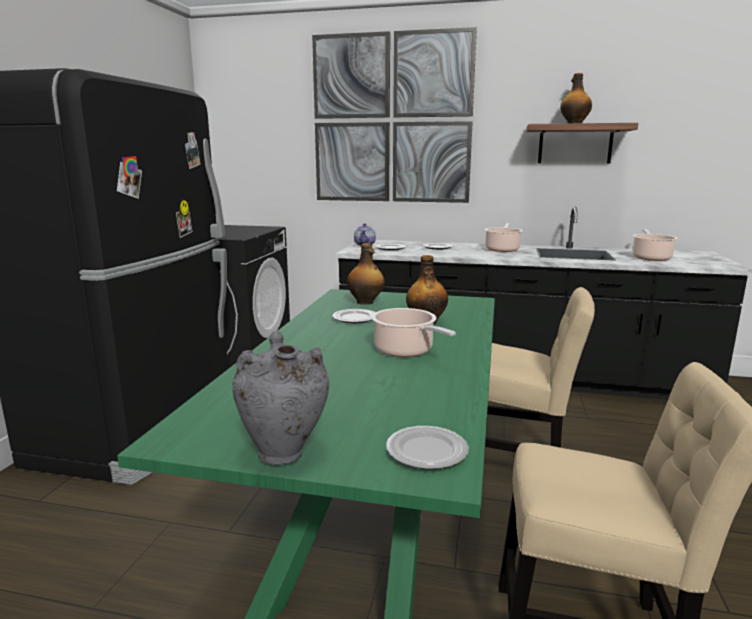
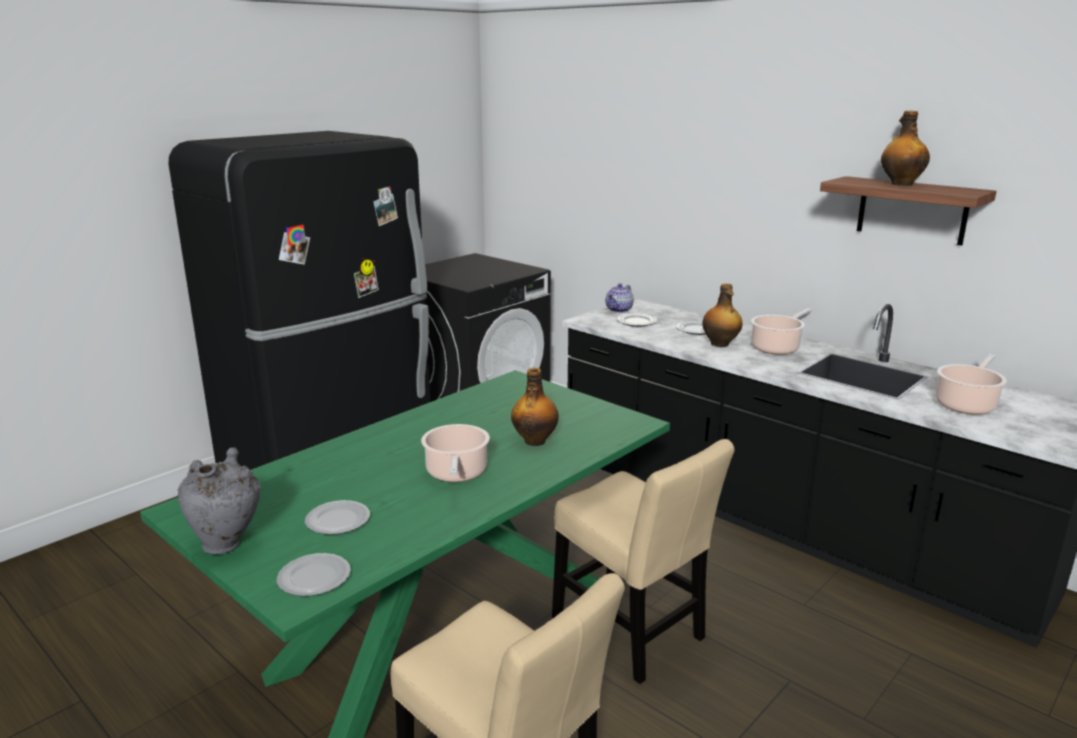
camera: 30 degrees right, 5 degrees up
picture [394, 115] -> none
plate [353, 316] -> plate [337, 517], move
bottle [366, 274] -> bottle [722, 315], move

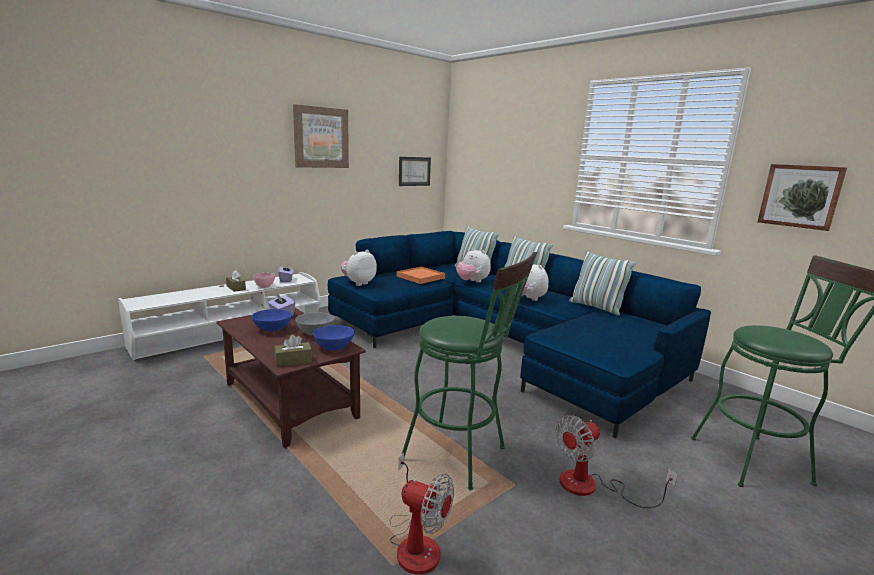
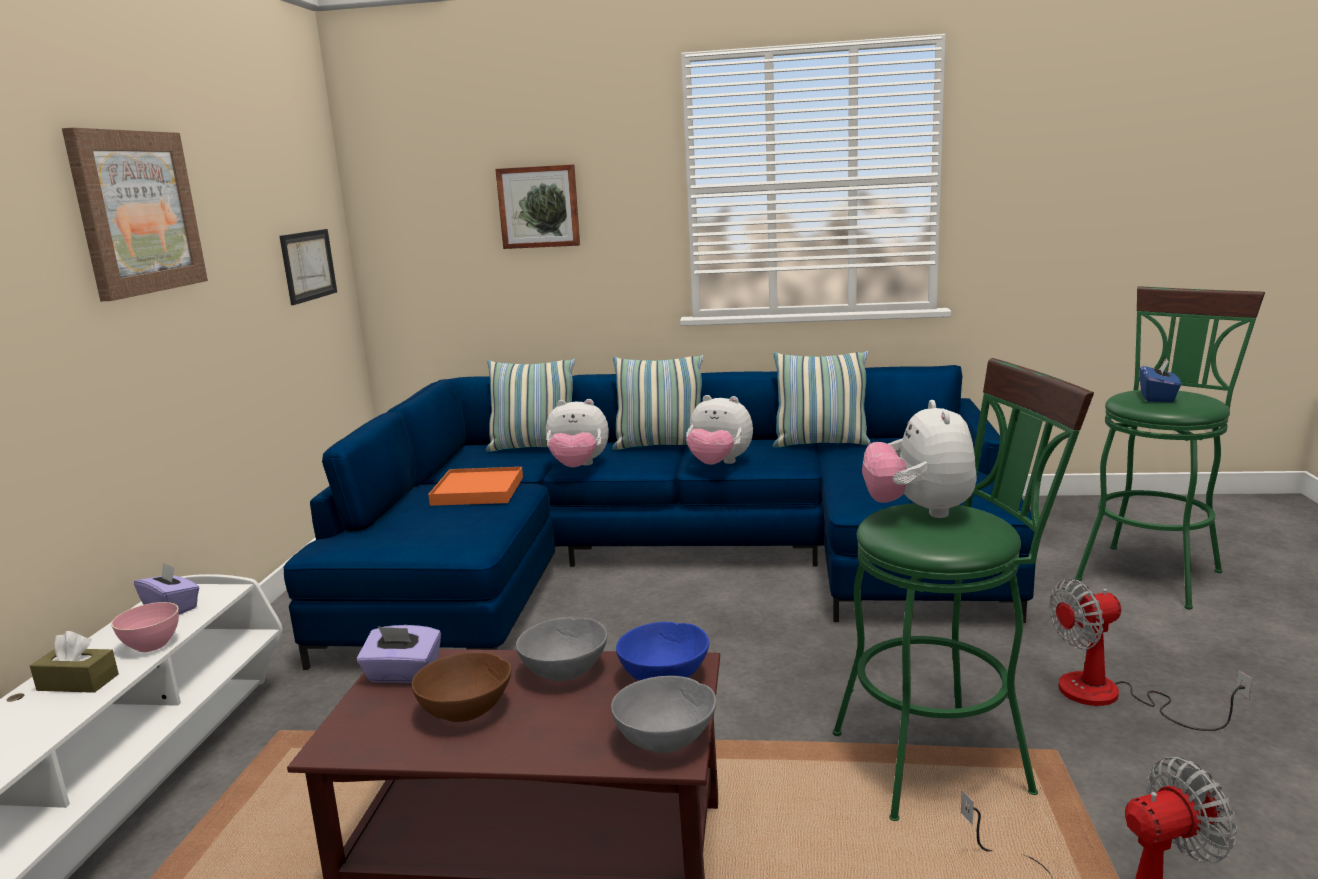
camera: 40 degrees left, 0 degrees up
none -> blue tissue box [1160, 380]
plush toy [358, 268] -> plush toy [919, 459], move
picture [802, 197] -> picture [537, 206], move
brown tissue box [293, 350] -> grey bowl [664, 714]
blue bowl [272, 320] -> brown bowl [461, 687]
fan [617, 461] -> fan [1150, 655], 60 degrees clockwise

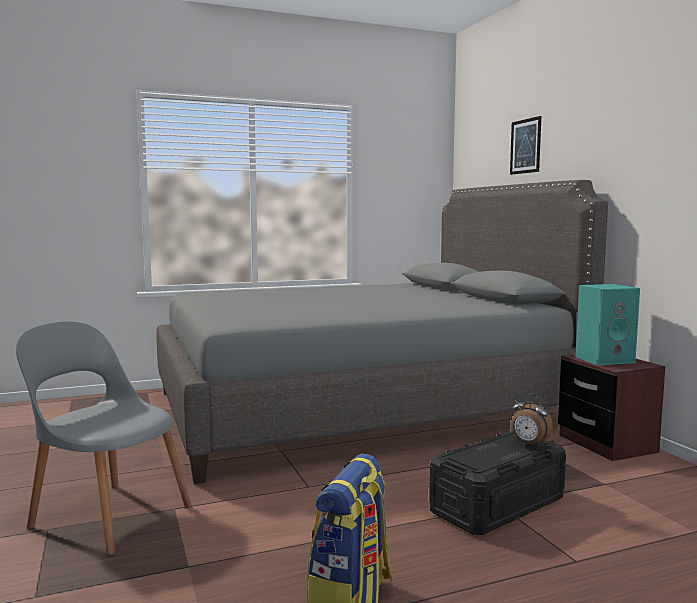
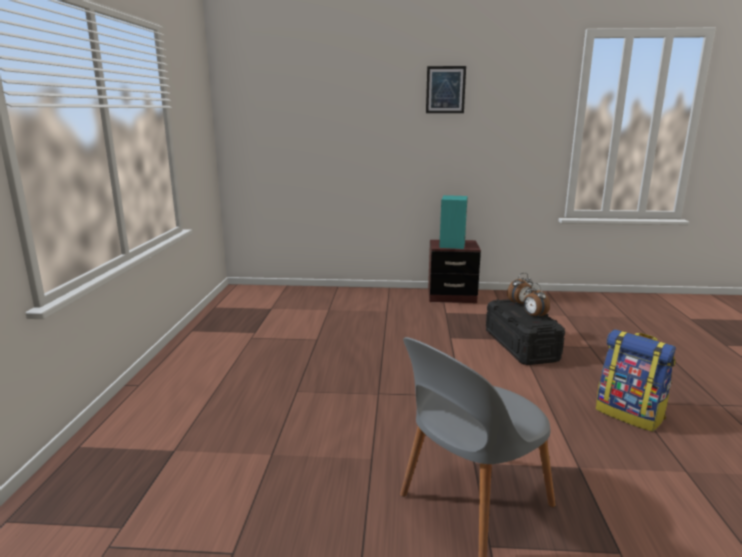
camera: 65 degrees left, 10 degrees up
grey bed [382, 332] -> none
none -> alarm clock [537, 301]
picture [525, 145] -> picture [446, 89], move

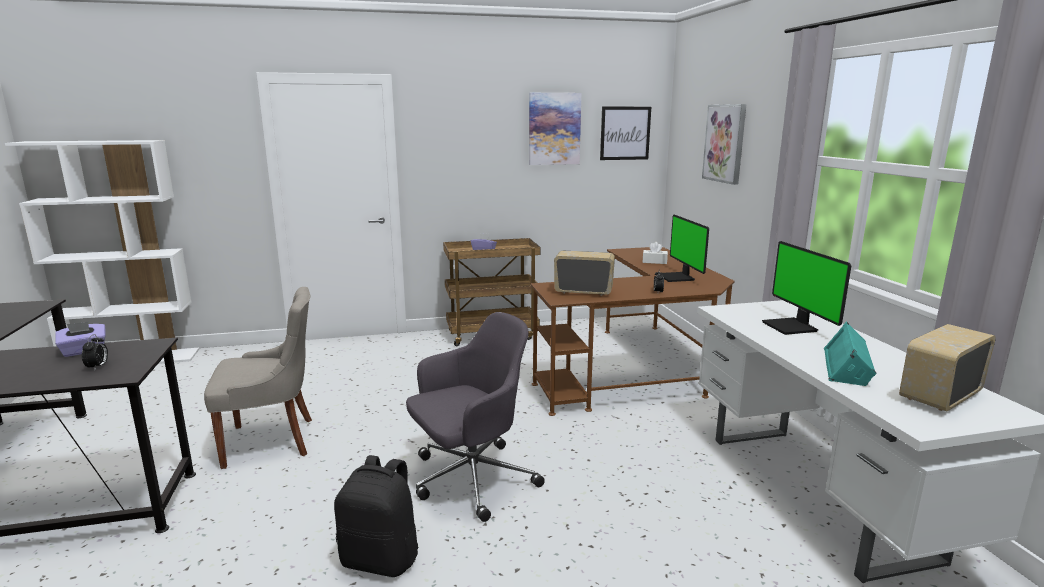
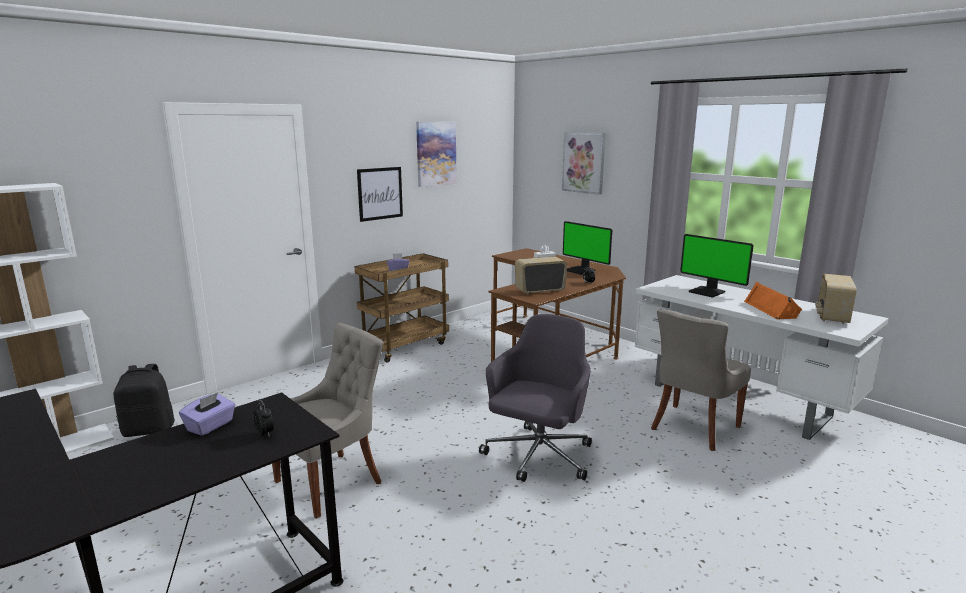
camera: 30 degrees left, 0 degrees up
none -> grey chair [701, 380]
black backpack [376, 516] -> black backpack [144, 400], move
picture [625, 133] -> picture [380, 194], move
turquoise speaker [850, 353] -> orange speaker [773, 301]

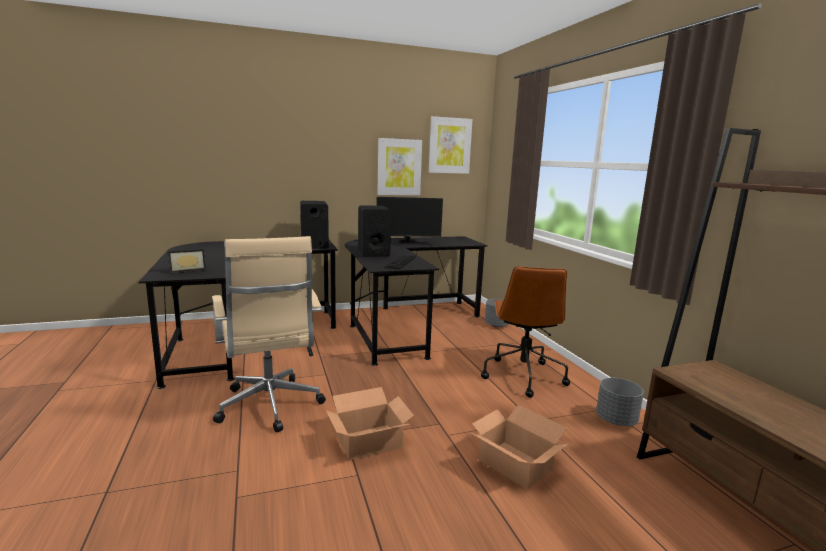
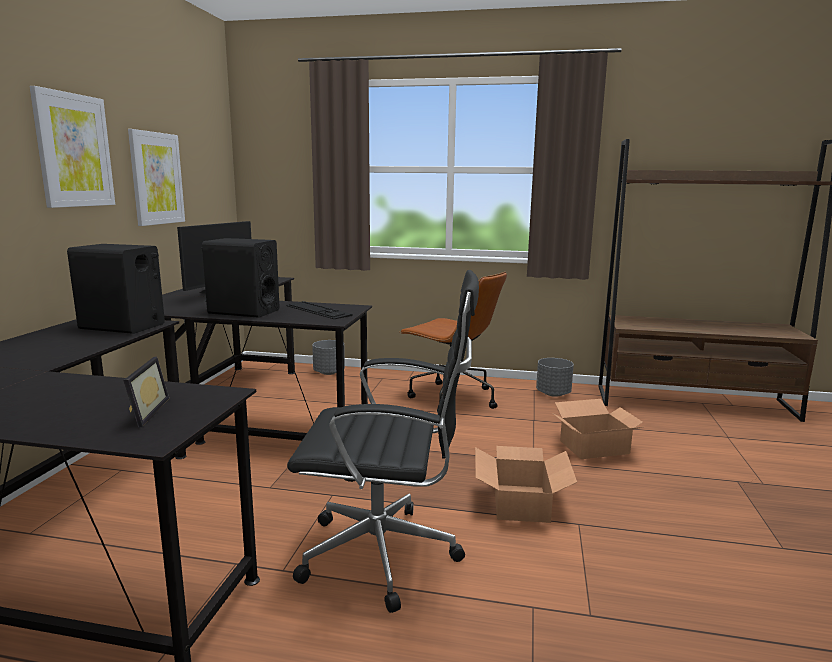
camera: 60 degrees left, 0 degrees up
picture [451, 145] -> picture [72, 147], move
beige office chair [269, 334] -> black office chair [383, 441]

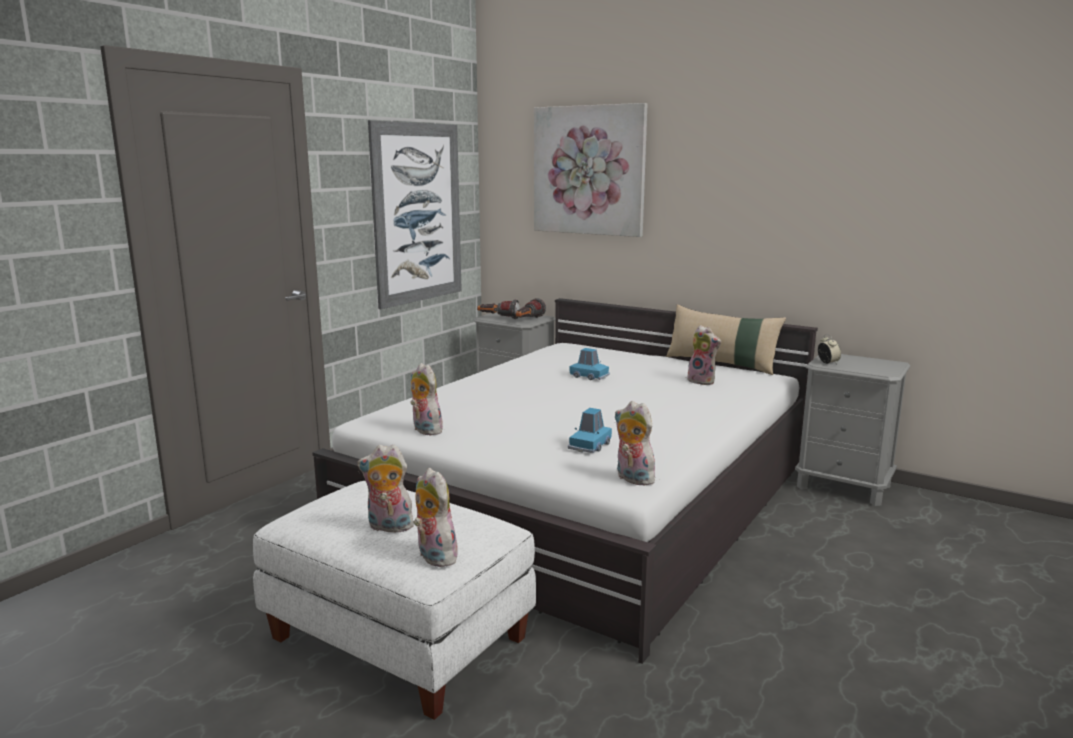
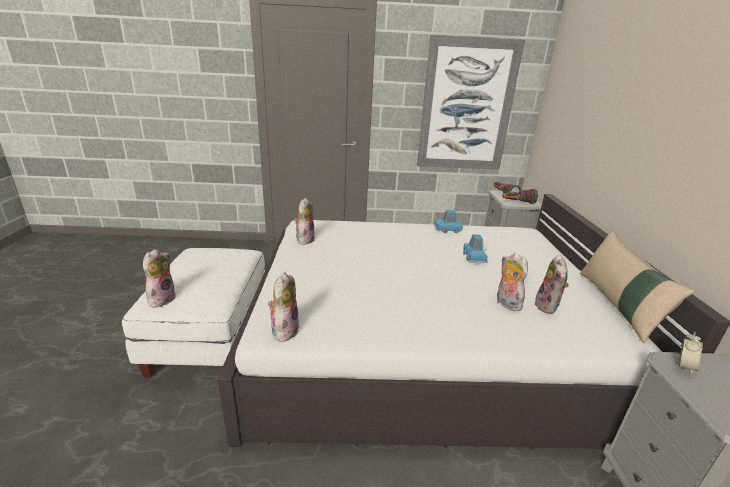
camera: 55 degrees right, 10 degrees up
picture [590, 170] -> none
plush toy [386, 489] -> plush toy [512, 281], move
blue toy car [590, 430] -> blue toy car [448, 221], move

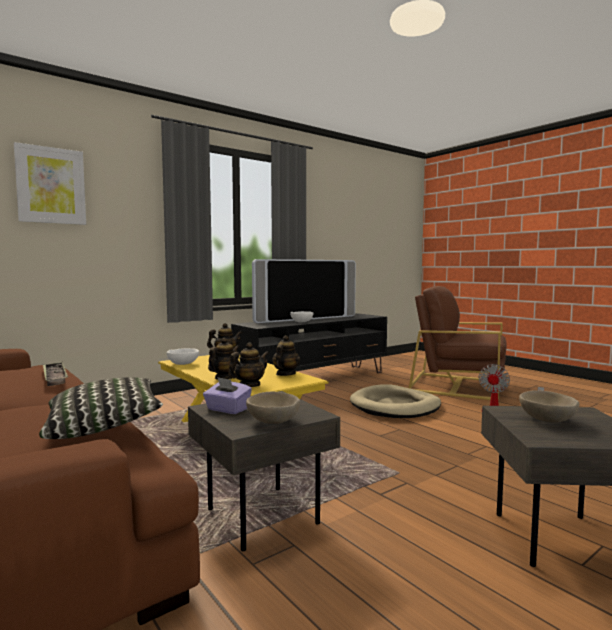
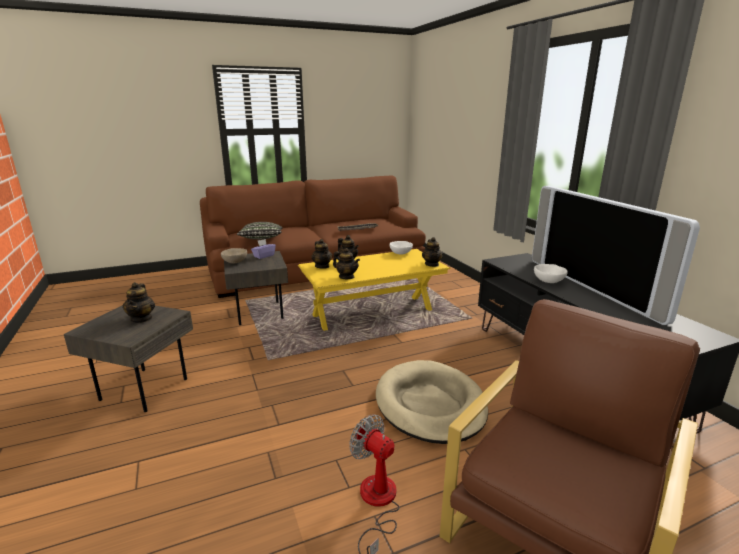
camera: 105 degrees right, 15 degrees up
picture [50, 183] -> none
beige bowl [549, 406] -> teapot [139, 302]

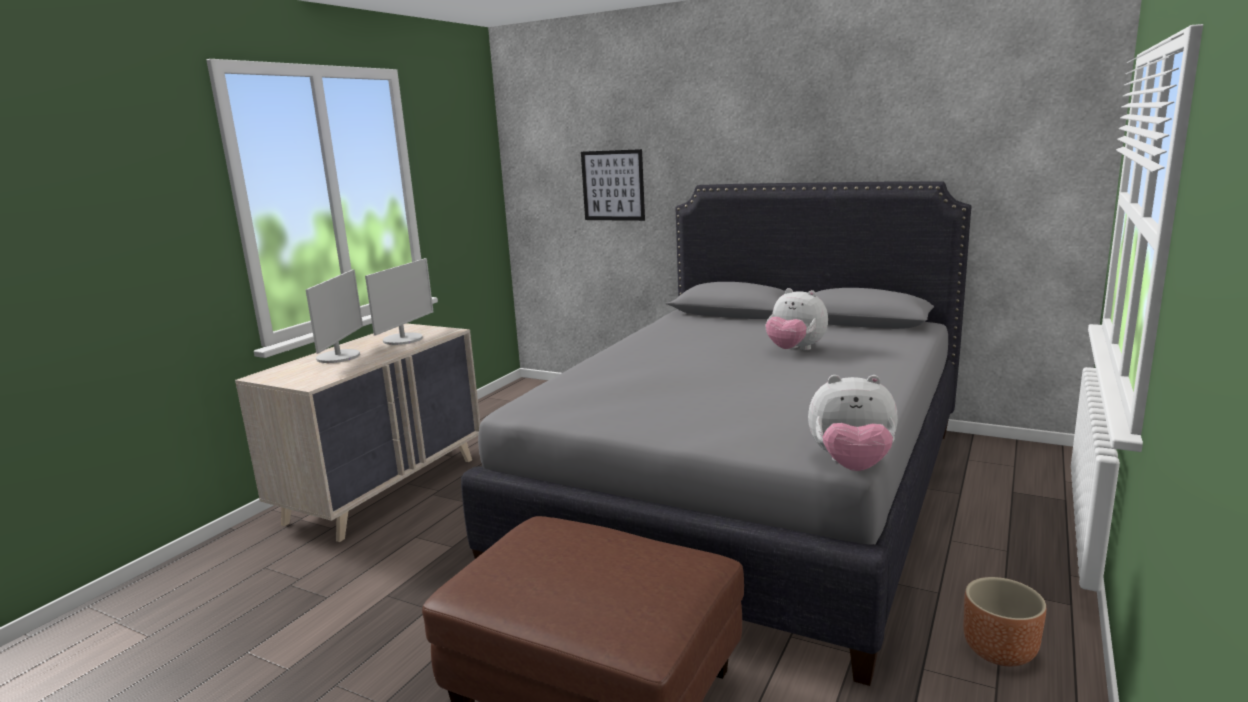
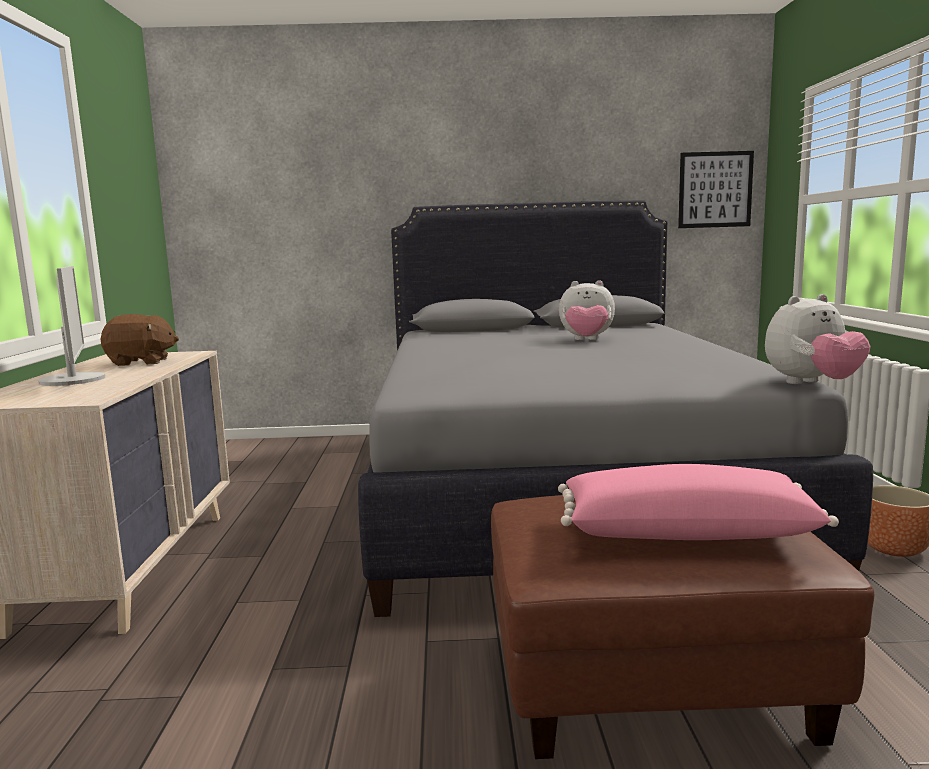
camera: 30 degrees left, 5 degrees down
none -> pink pillow [698, 502]
picture [613, 185] -> picture [716, 189], move
monitor [399, 301] -> brown plush toy [139, 340]

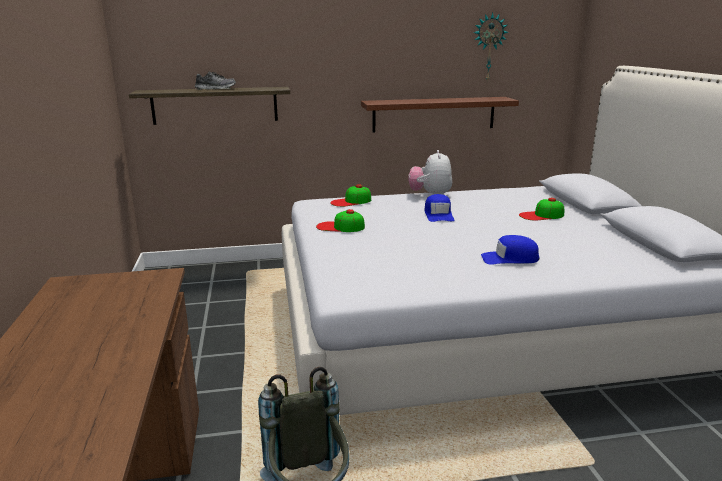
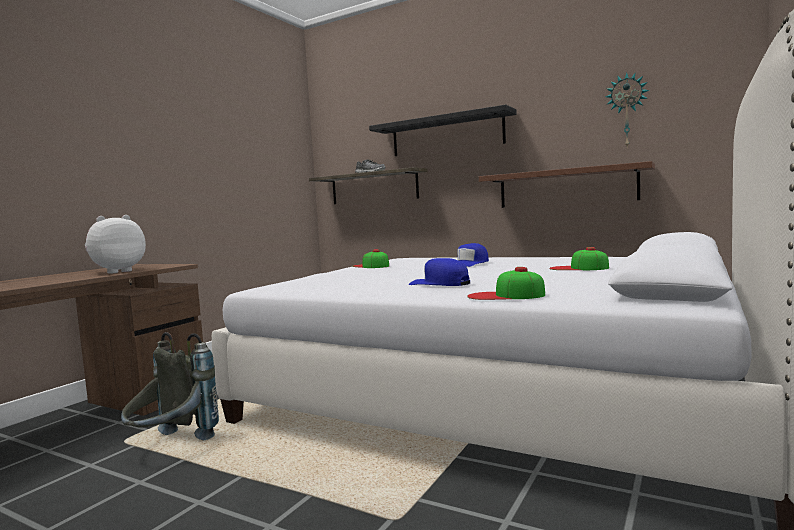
camera: 40 degrees right, 15 degrees down
none -> black shelf [443, 130]
cap [350, 195] -> cap [506, 283], move
plush toy [430, 172] -> plush toy [115, 244], move

